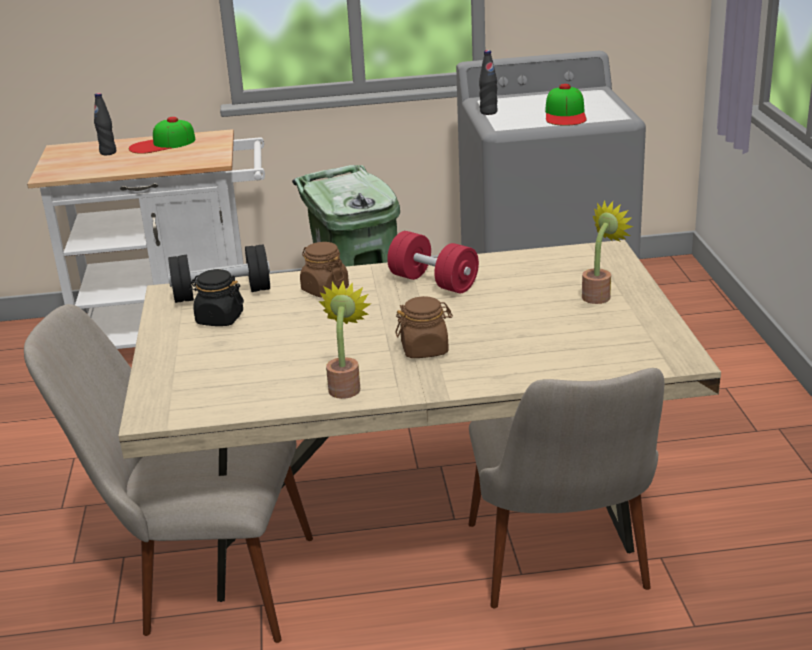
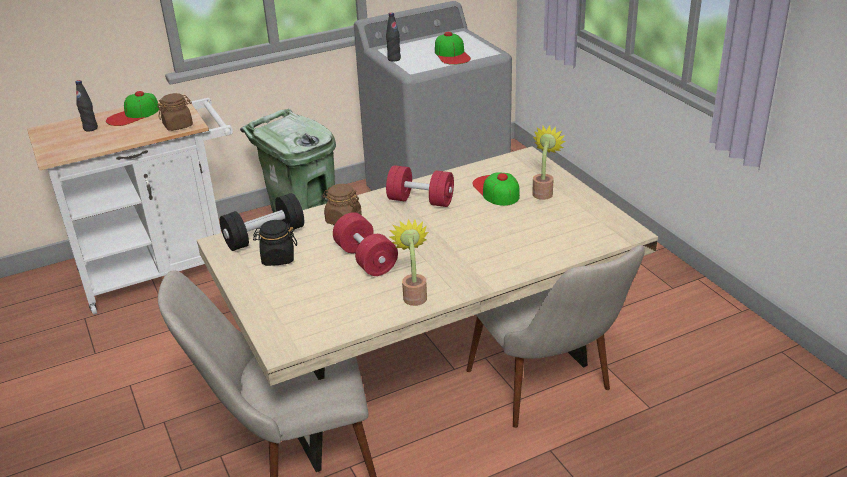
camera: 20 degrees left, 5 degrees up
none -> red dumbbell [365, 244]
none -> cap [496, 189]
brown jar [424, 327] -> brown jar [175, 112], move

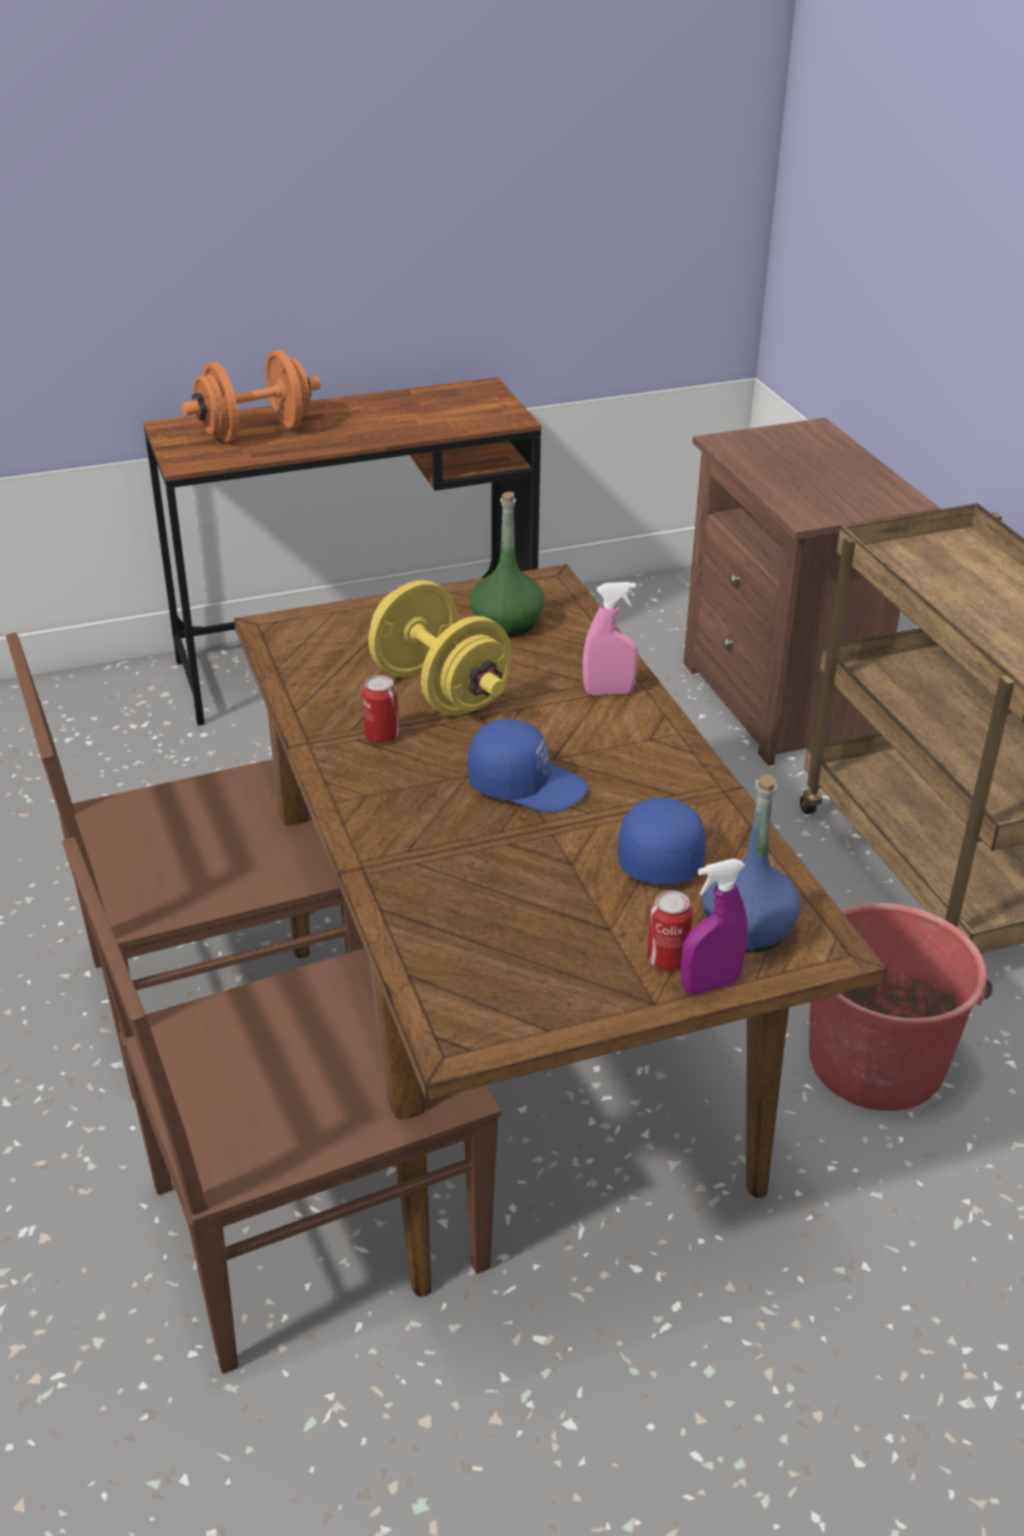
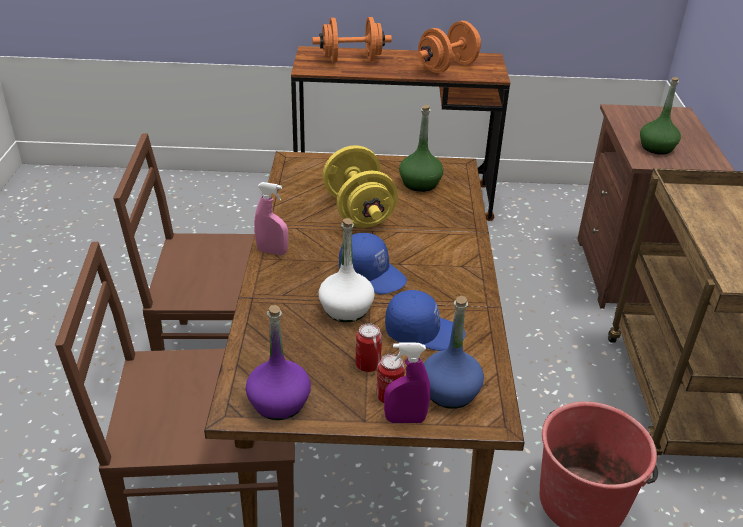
camera: 20 degrees right, 0 degrees up
none -> purple bottle [278, 362]
none -> white bottle [347, 270]
none -> orange dumbbell [449, 47]
none -> green bottle [660, 116]
can [380, 709] -> can [368, 347], move
pink spray bottle [611, 638] -> pink spray bottle [271, 218], move
blue cap [662, 841] -> blue cap [425, 320], 75 degrees clockwise

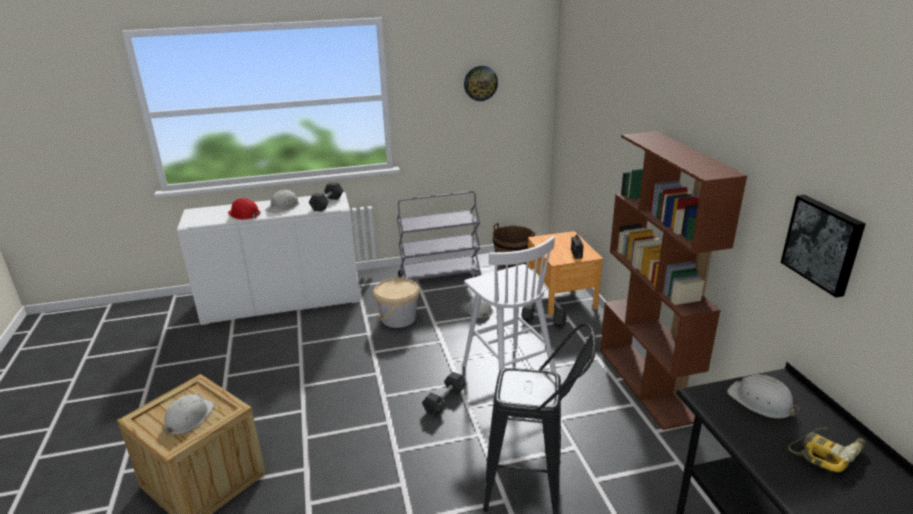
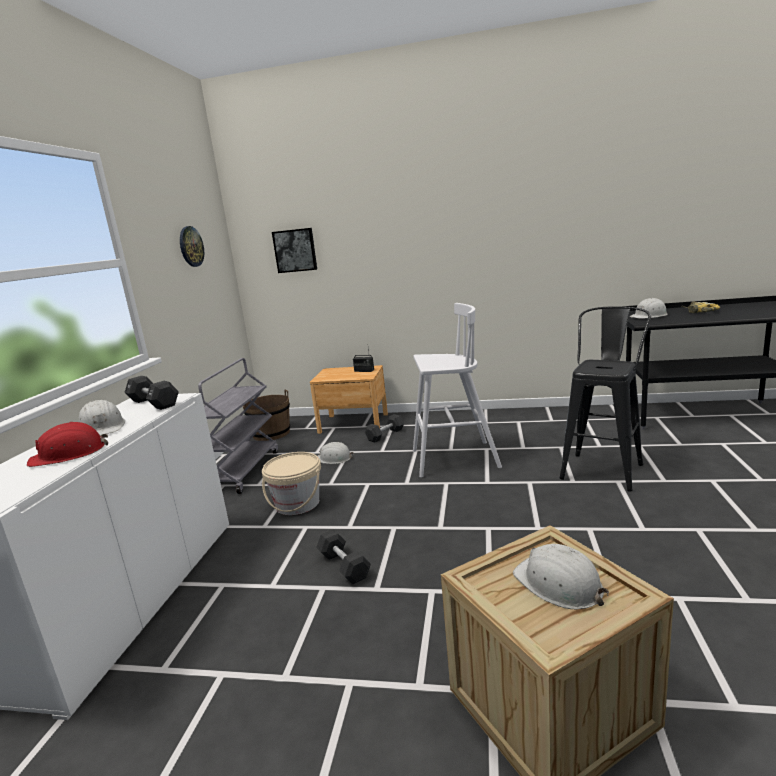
camera: 65 degrees left, 10 degrees down
brown bookcase [673, 280] -> none
black dumbbell [444, 394] -> black dumbbell [343, 556], move
picture [823, 246] -> picture [294, 250], move

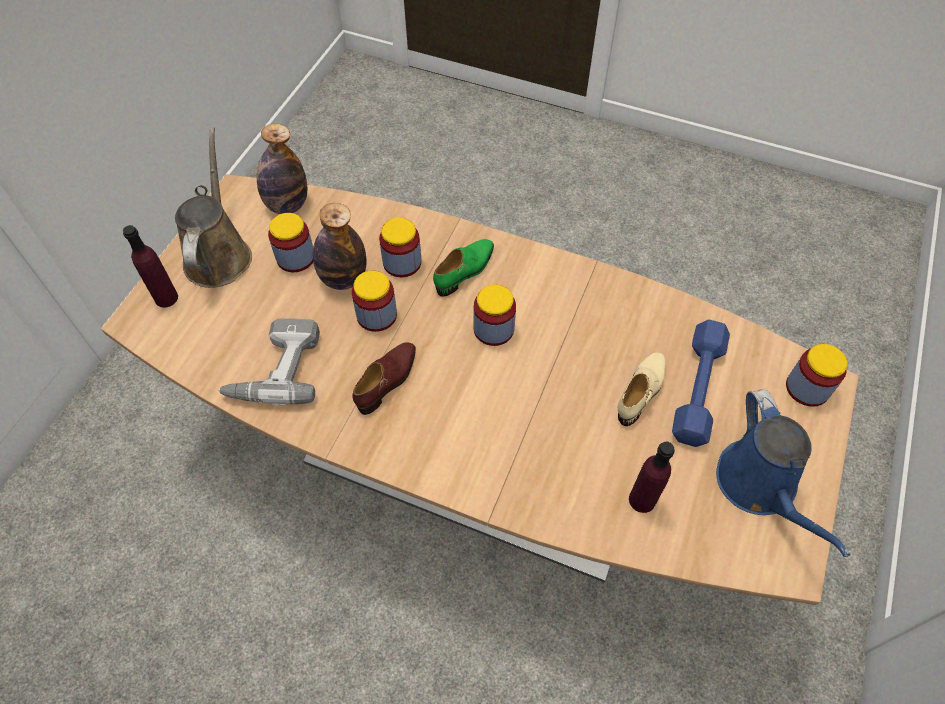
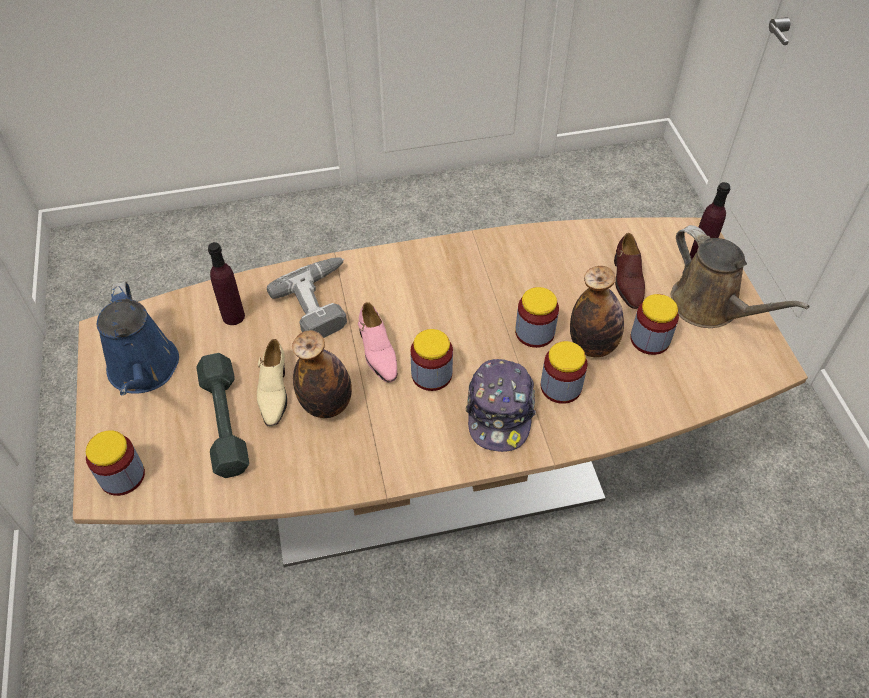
camera: 145 degrees right, 5 degrees down
none -> pink shoe [377, 342]
power drill [269, 361] -> power drill [307, 298], move
bottle [282, 169] -> bottle [322, 374], move
brown shoe [384, 378] -> brown shoe [629, 271], move
green shoe [463, 268] -> cap [501, 405]
blue dumbbell [701, 383] -> grey dumbbell [222, 415]
blue watering can [783, 473] -> blue watering can [138, 338], 150 degrees counterclockwise

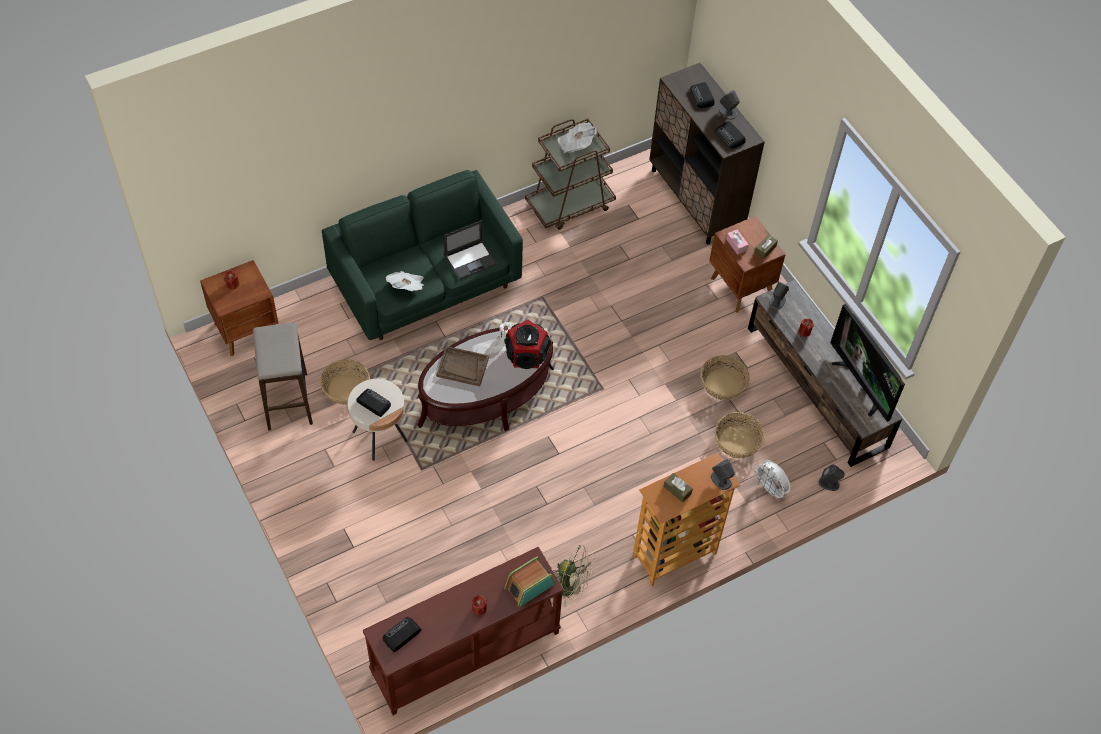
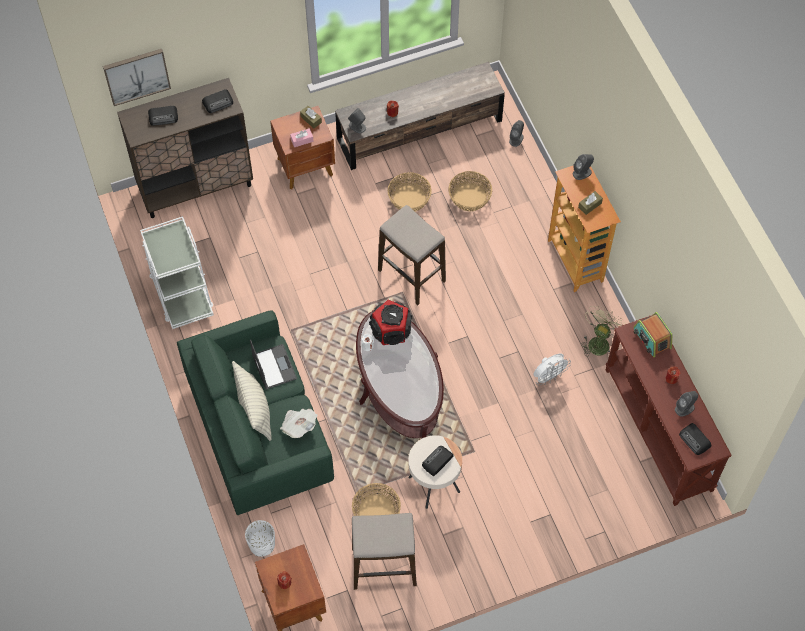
camera: 80 degrees left, 5 degrees up
brown tray [462, 366] -> none
newspaper [577, 137] -> none
television [867, 363] -> none
none -> picture [137, 77]
none -> pillow [252, 401]
none -> white planter [260, 538]
none -> stool [412, 255]
grey speaker [729, 105] -> grey speaker [686, 404], move
white fan [772, 480] -> white fan [552, 369], move
brown cart [570, 174] -> white cart [177, 272]

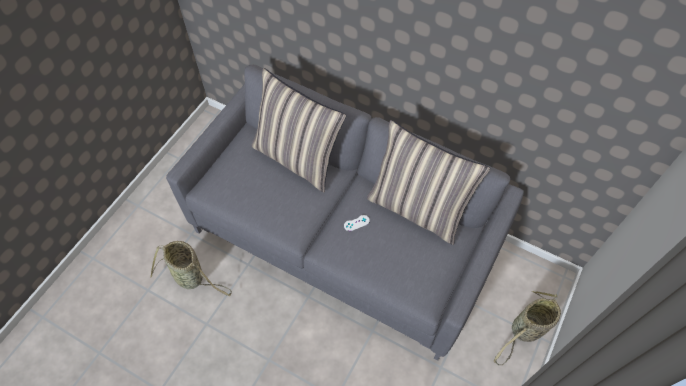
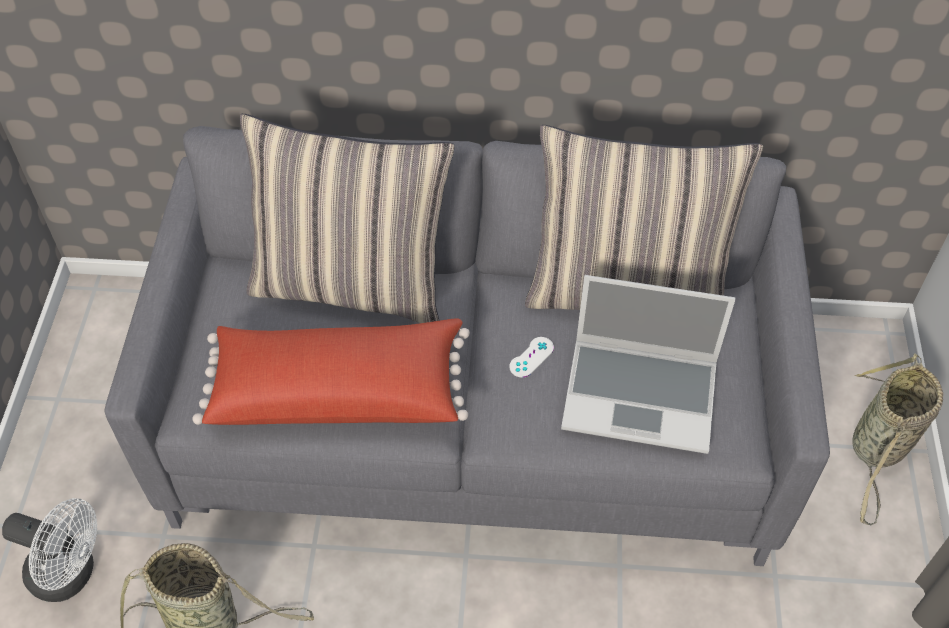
camera: 25 degrees left, 5 degrees down
none -> white fan [49, 550]
none -> red pillow [331, 371]
none -> laptop [648, 364]

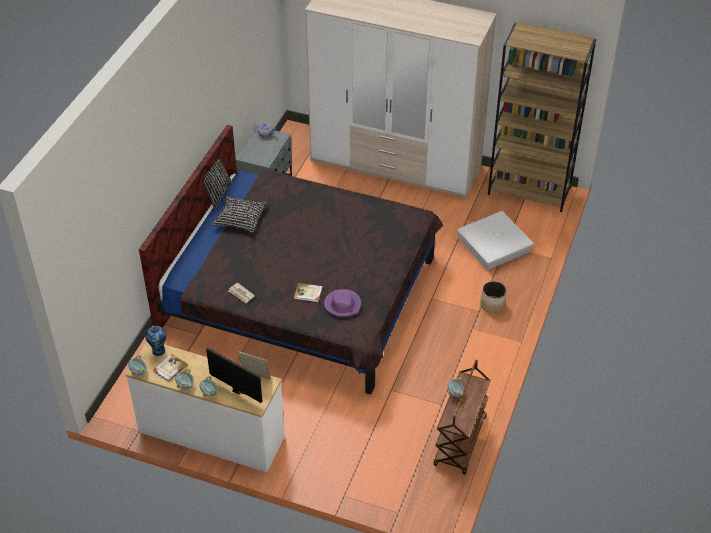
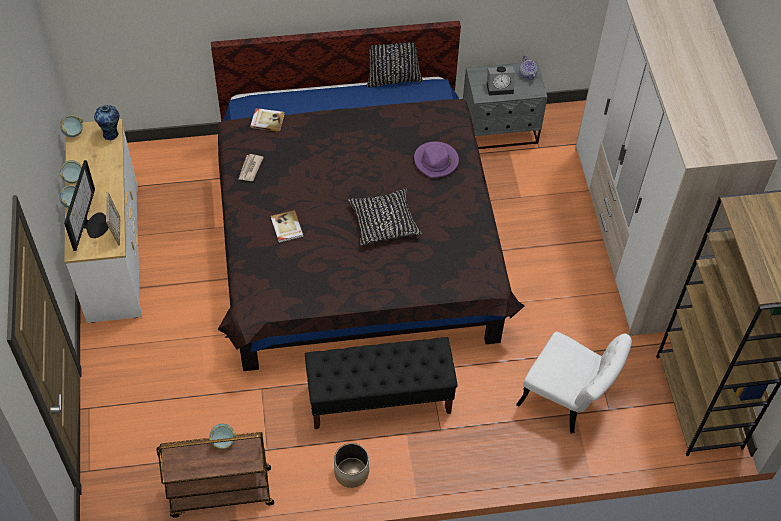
camera: 60 degrees right, 10 degrees up
none -> black bench [381, 383]
none -> alarm clock [501, 81]
book [170, 368] -> book [267, 120], move
black pillow [240, 214] -> black pillow [385, 217], move
purple hat [342, 303] -> purple hat [436, 160], move
planter [493, 297] -> planter [351, 465], move
white storage box [495, 240] -> white chair [574, 382]

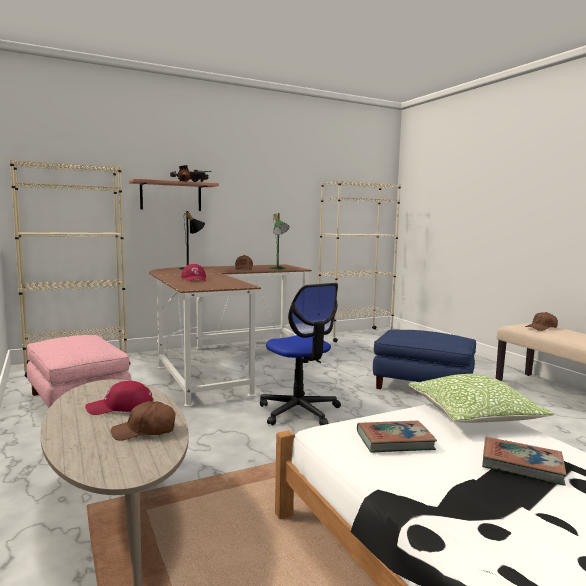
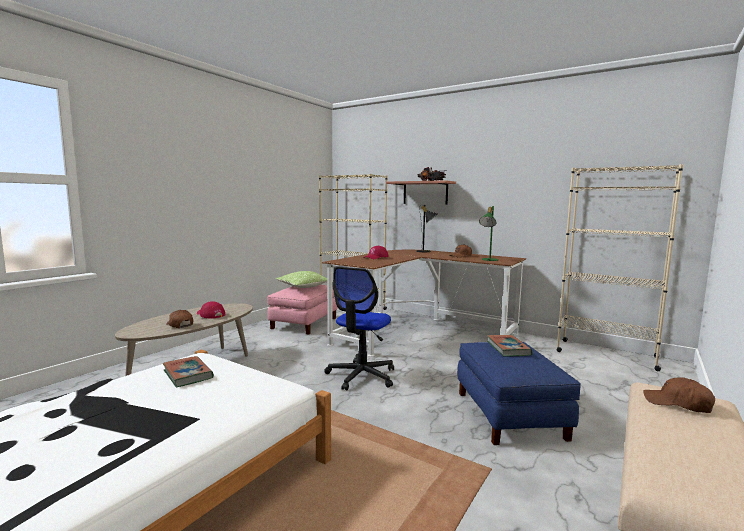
camera: 60 degrees right, 0 degrees up
pillow [481, 398] -> pillow [301, 279], move
book [524, 461] -> book [510, 345], move

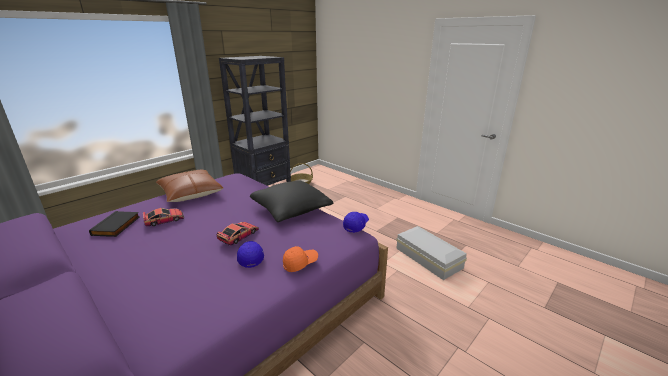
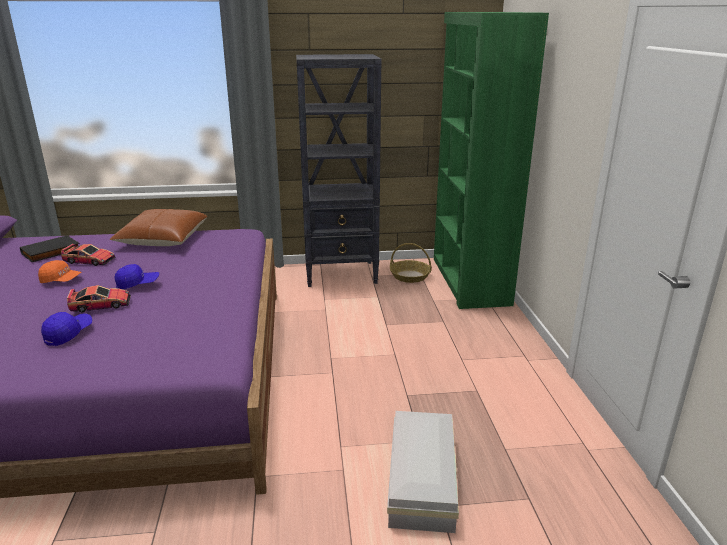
camera: 40 degrees right, 0 degrees up
black pillow [291, 201] -> none
none -> green bookcase [491, 160]
orange cap [300, 259] -> orange cap [60, 271], move
blue cap [356, 222] -> blue cap [137, 276], move

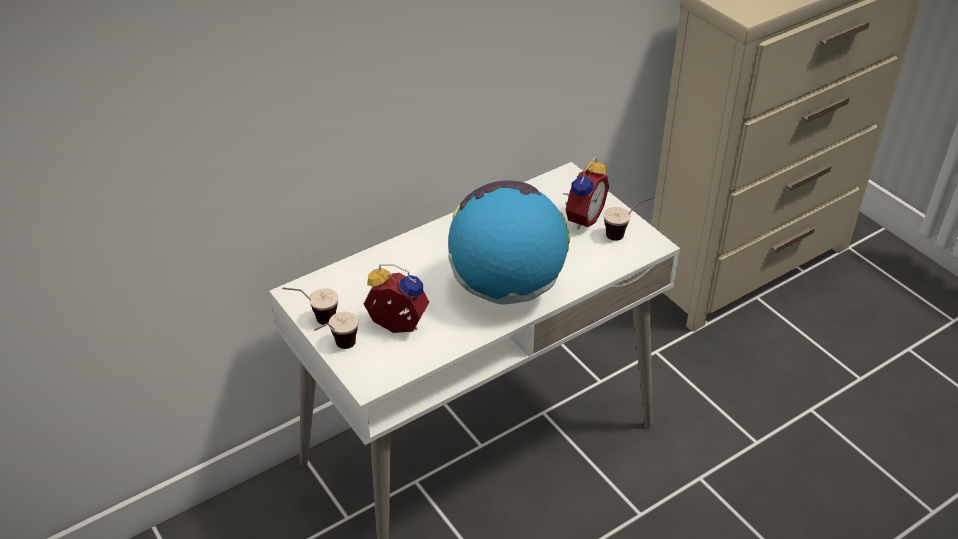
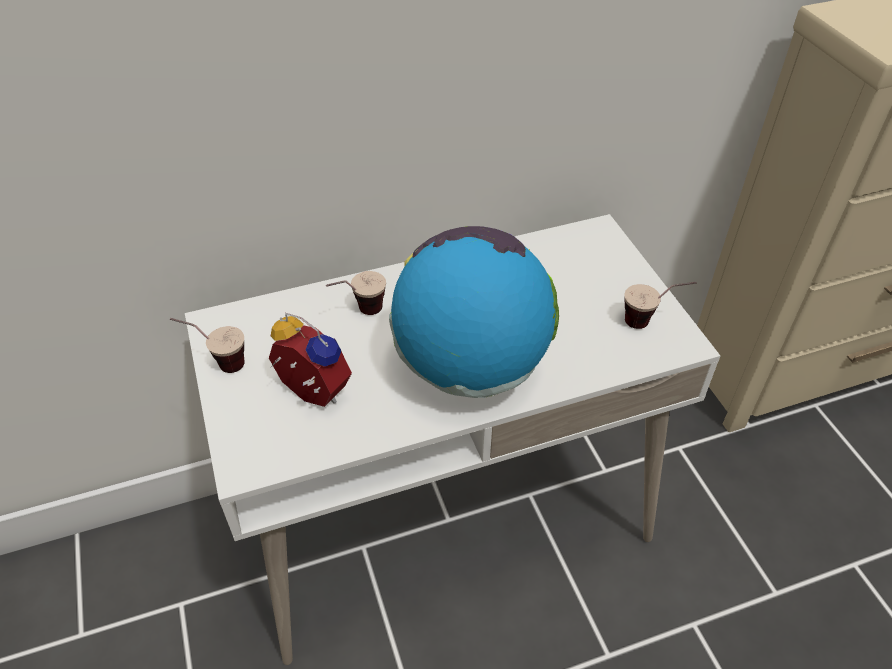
camera: 15 degrees right, 5 degrees up
alarm clock [585, 193] -> none
cup [336, 330] -> cup [356, 293], move

